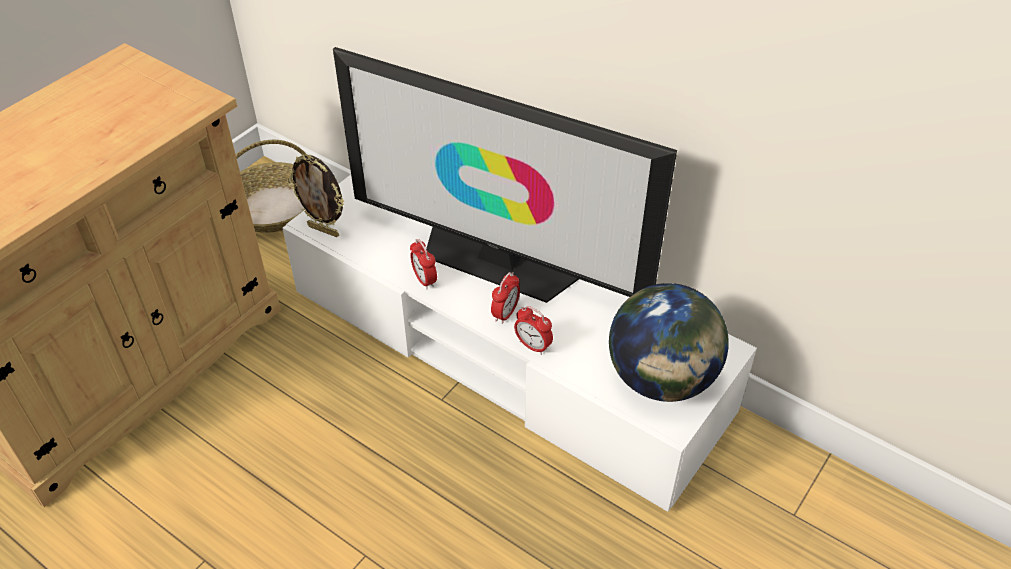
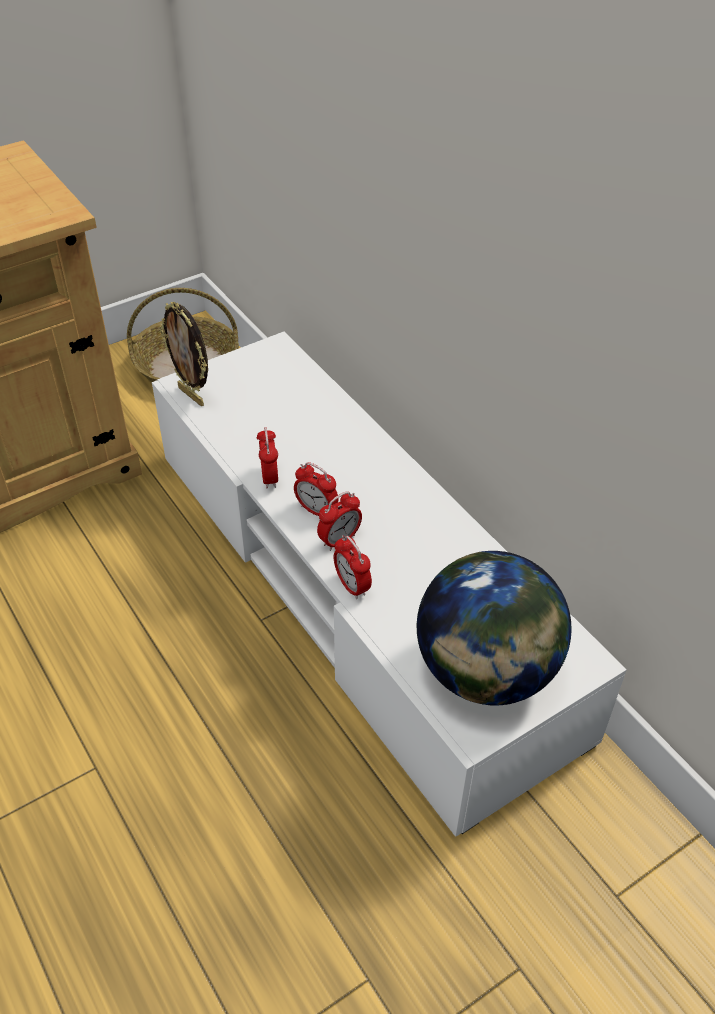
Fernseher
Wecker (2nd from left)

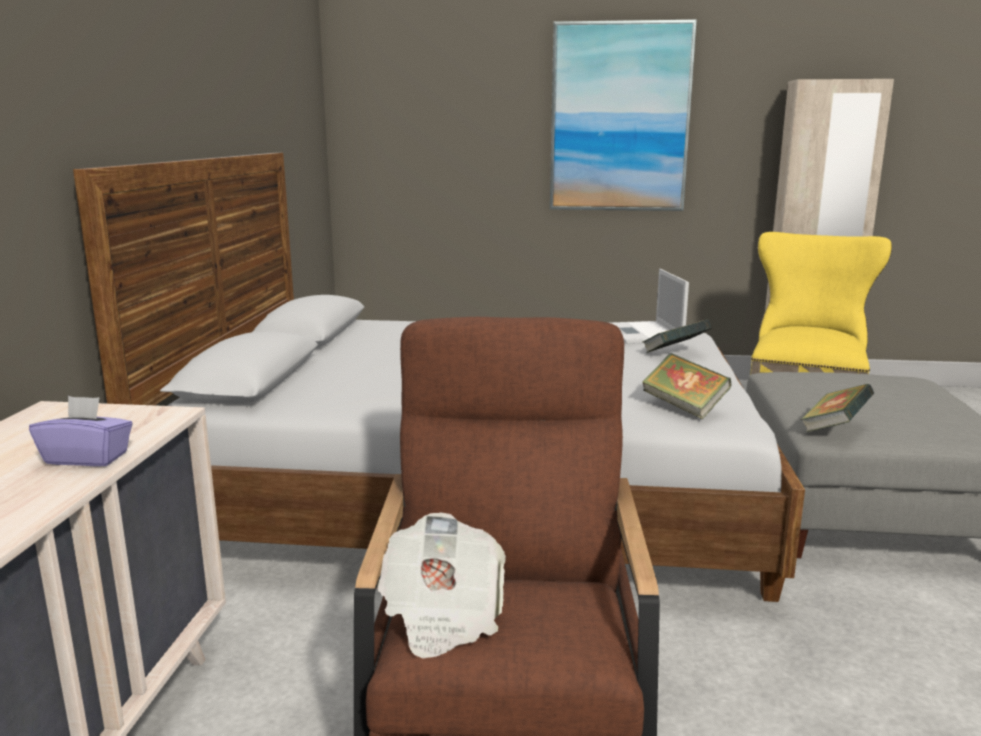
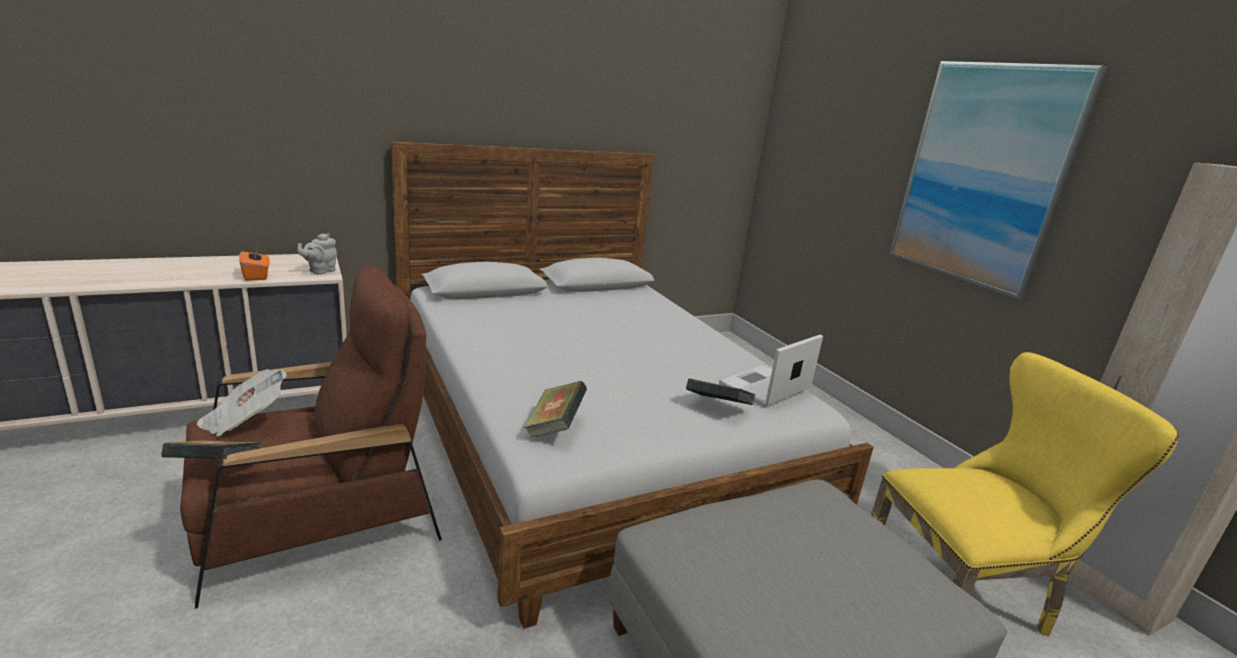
Teekanne/grau
Buch (1st from left)
Taschentuchbox/orange

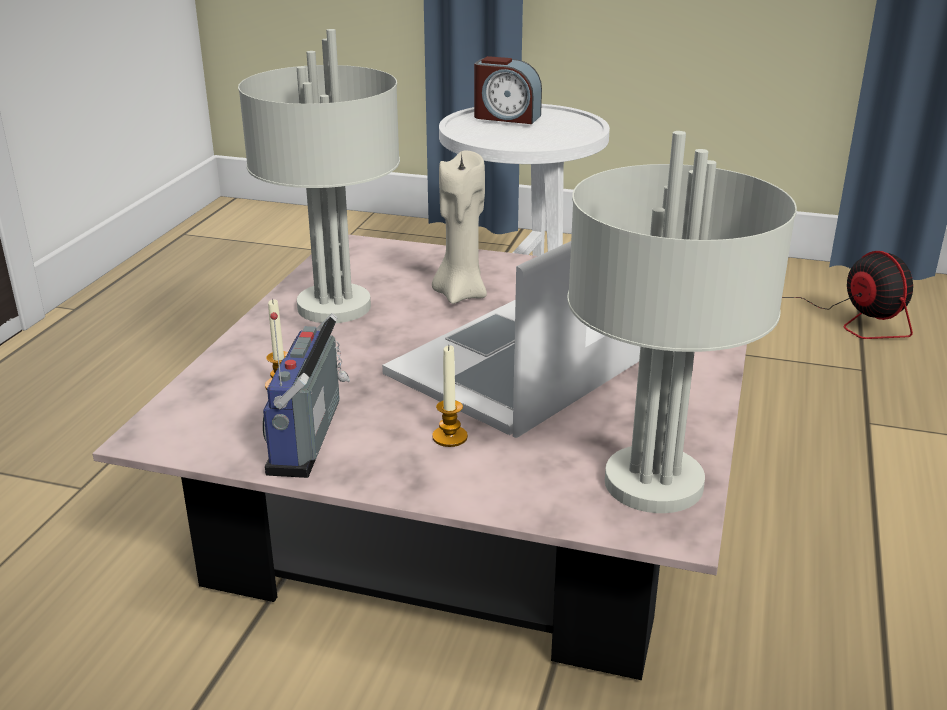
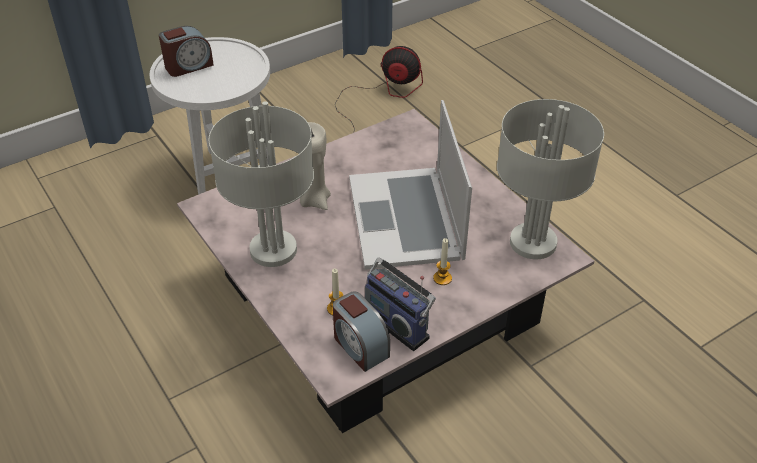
Wecker (2nd from left)

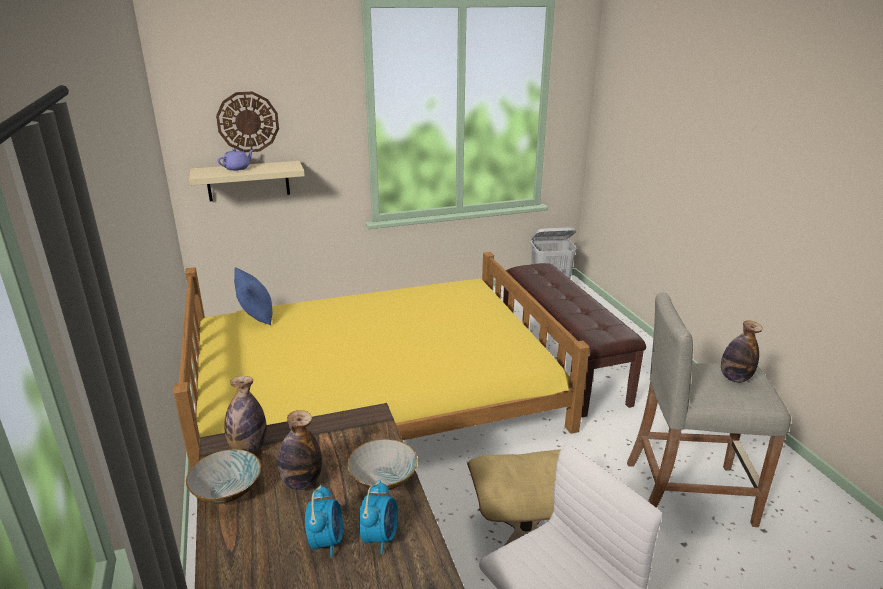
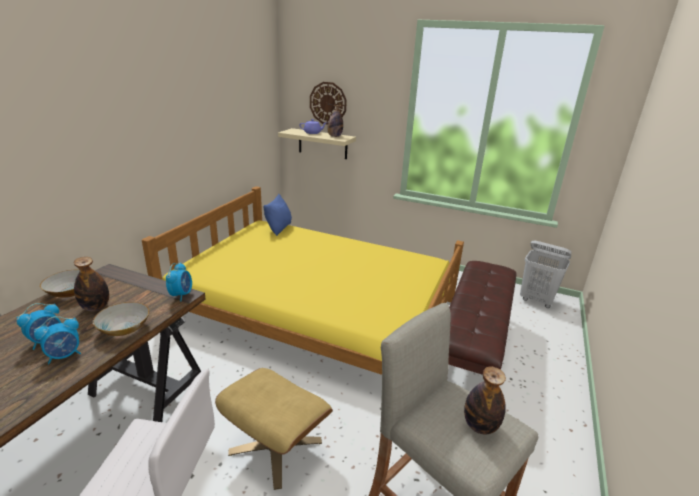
Wecker (3rd from left)
Flasche (2nd from left)

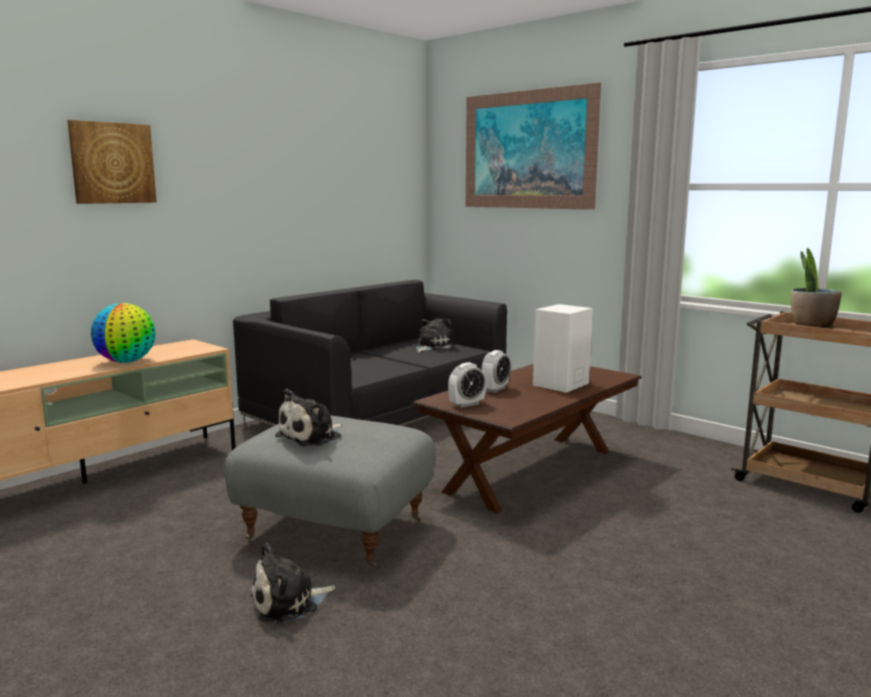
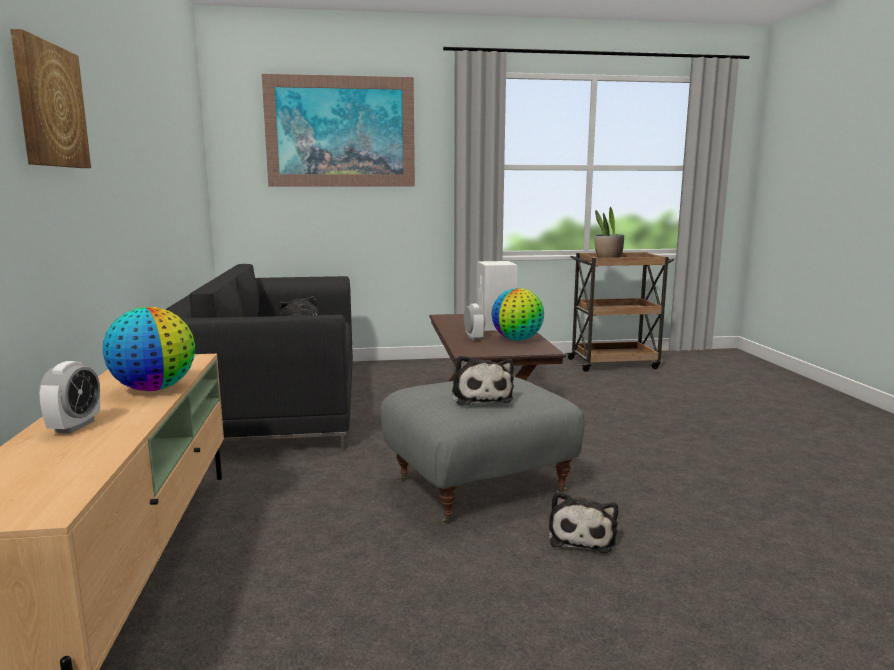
Globus (2nd from left)
Wecker (1st from left)

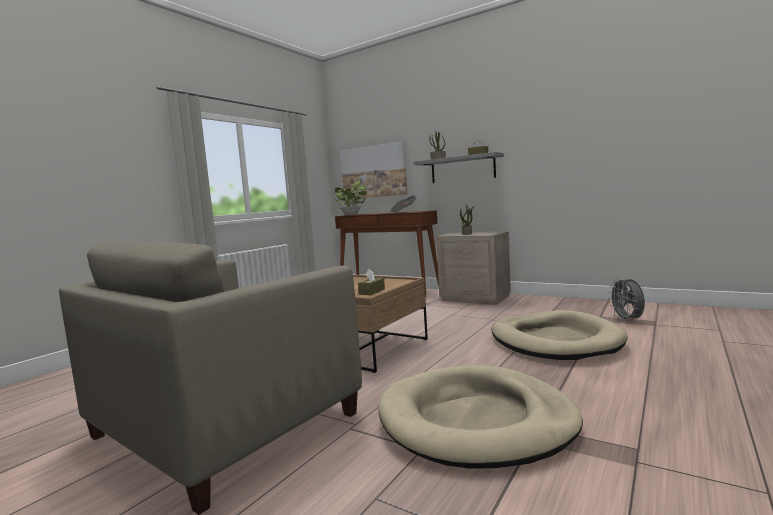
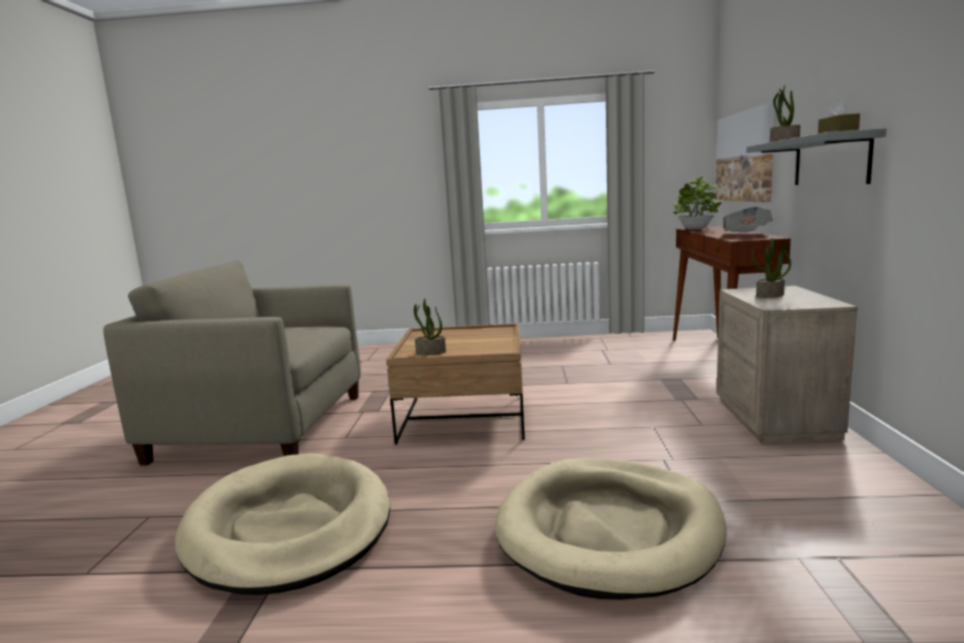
Ventilator/grau
Topfpflanze (1st from left)

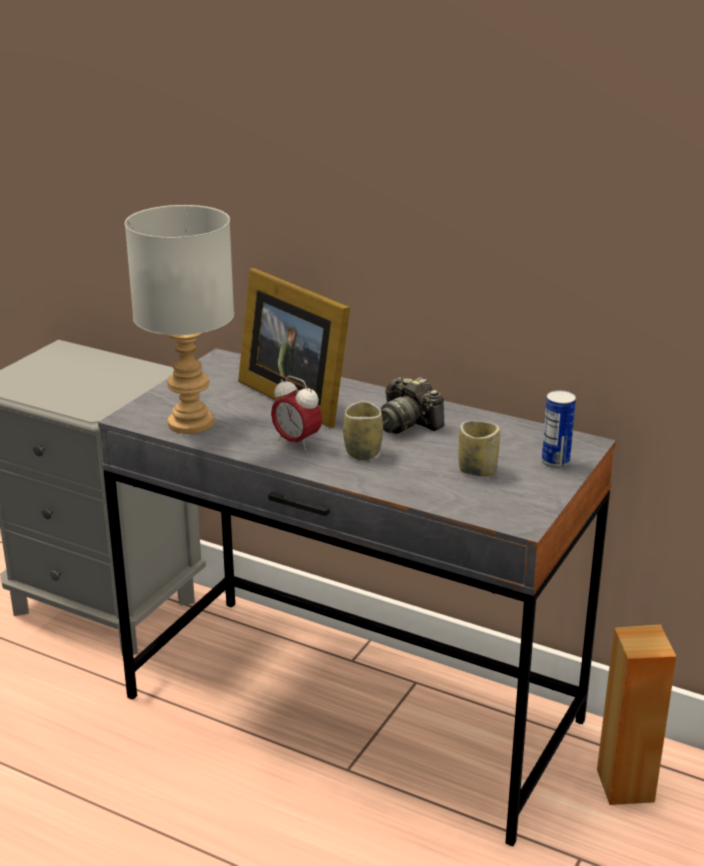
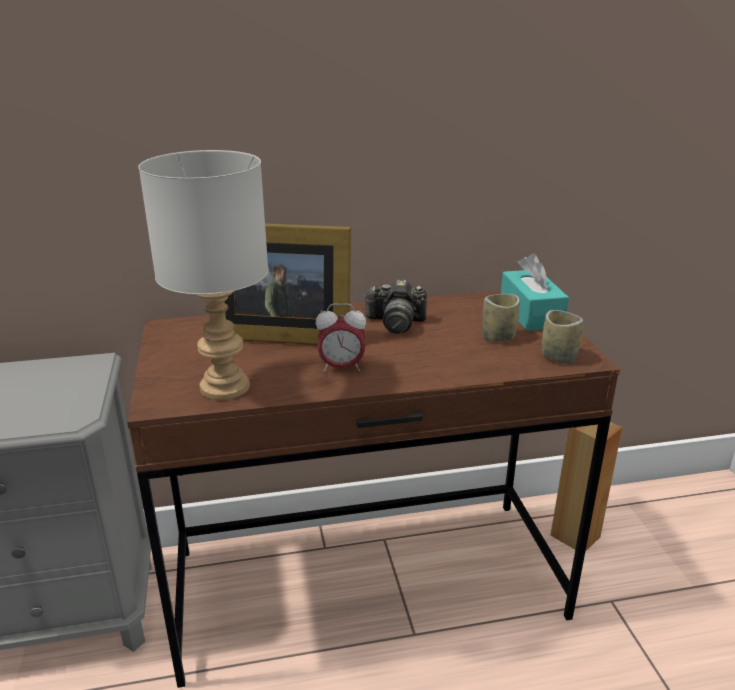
Tasse (2nd from left)
Taschentuchbox/türkis
Schreibtisch/braun

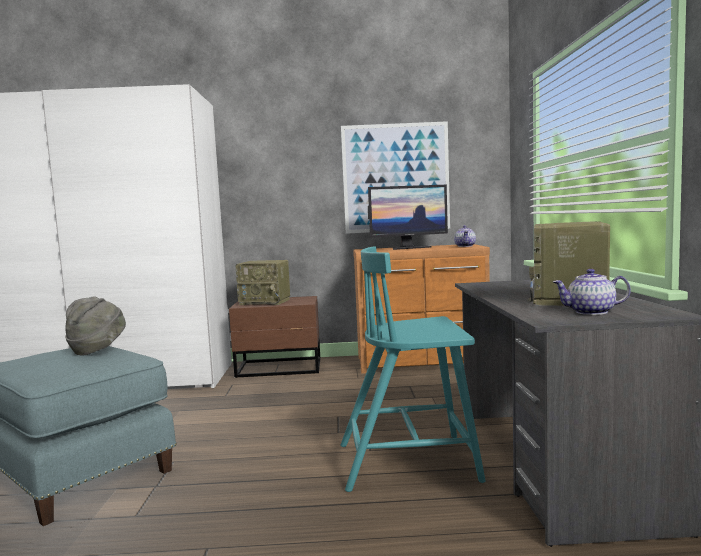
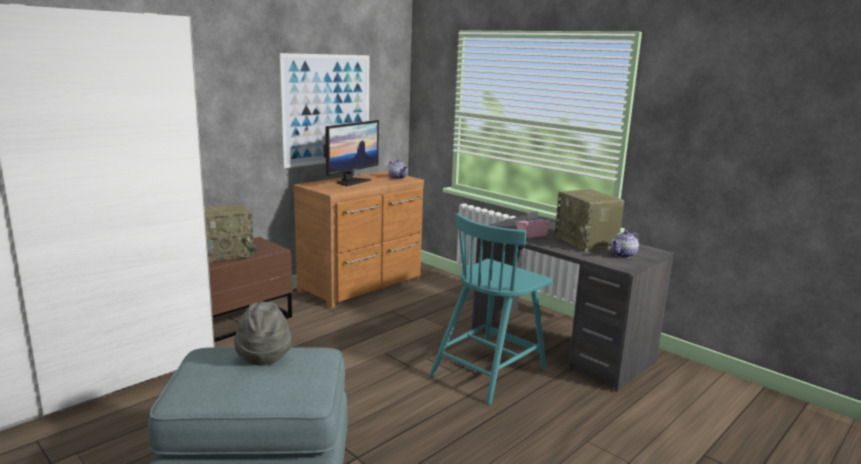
Taschentuchbox/rosa

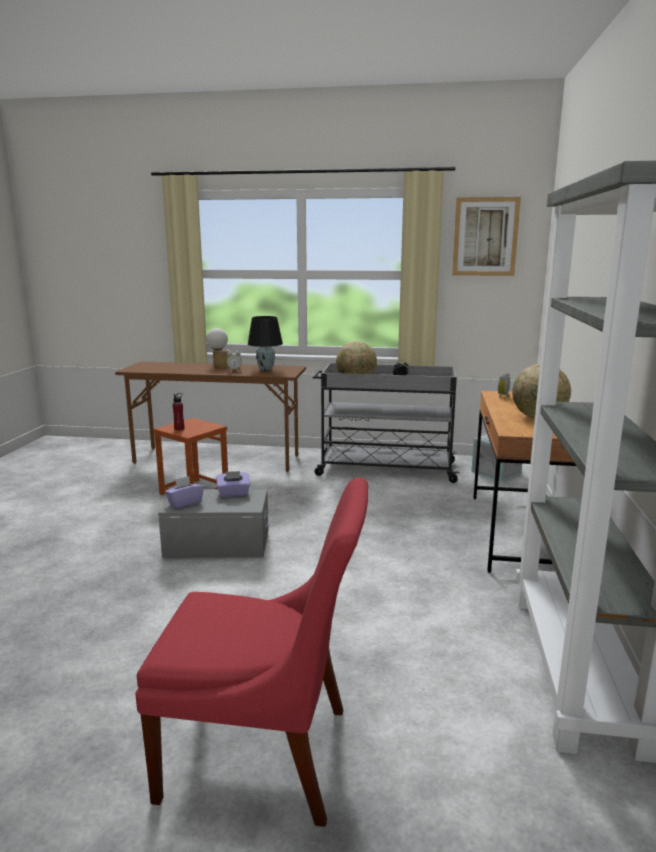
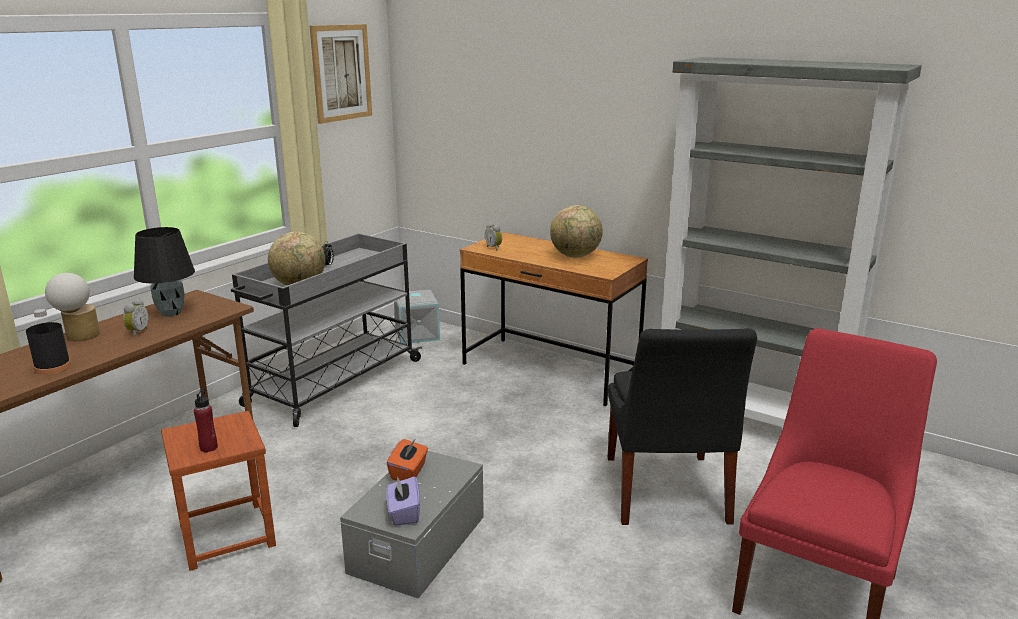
Flasche/schwarz
Stuhl/schwarz
Taschentuchbox/orange

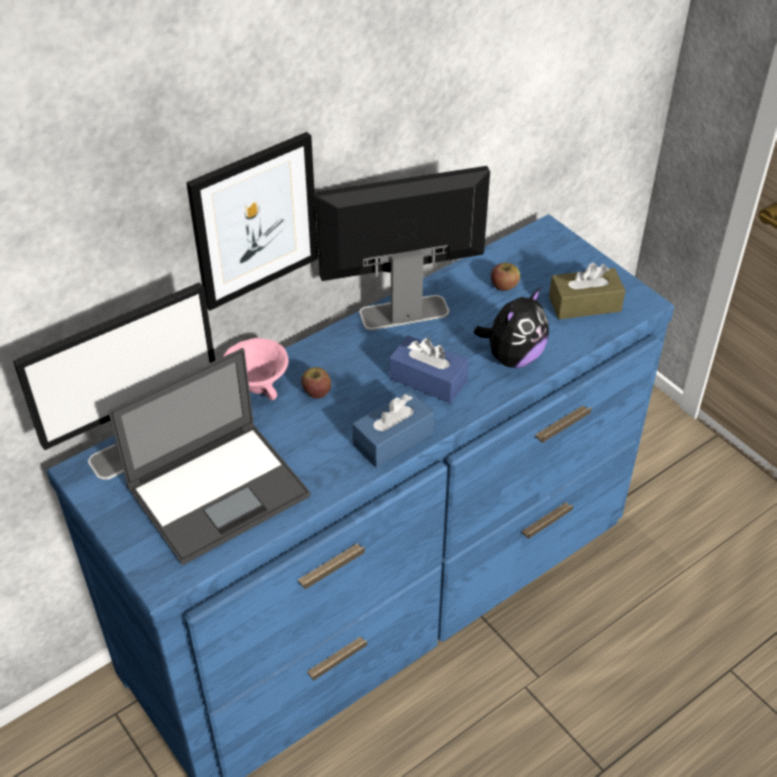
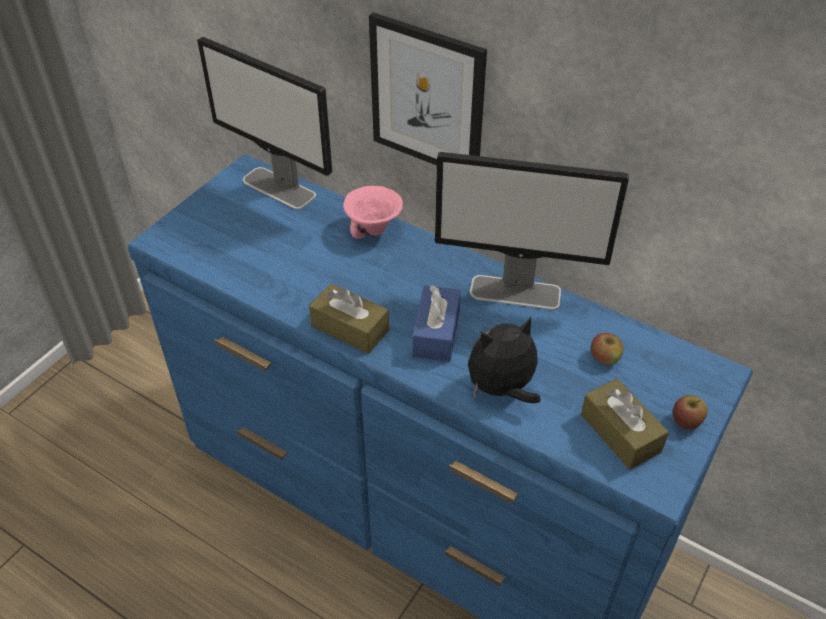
Laptop
Apfel (2nd from left)
Taschentuchbox/braun (1st from left)
Monitor (2nd from left)
Plüschtier

